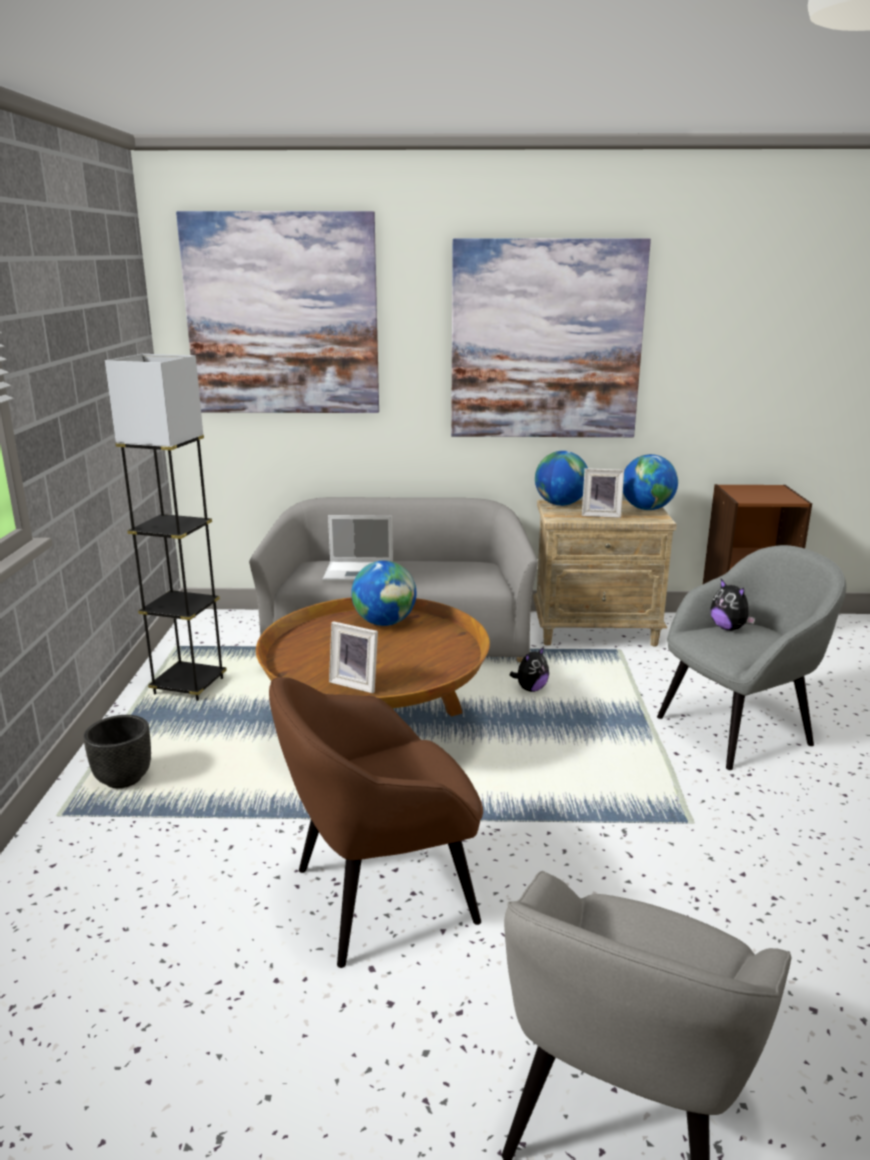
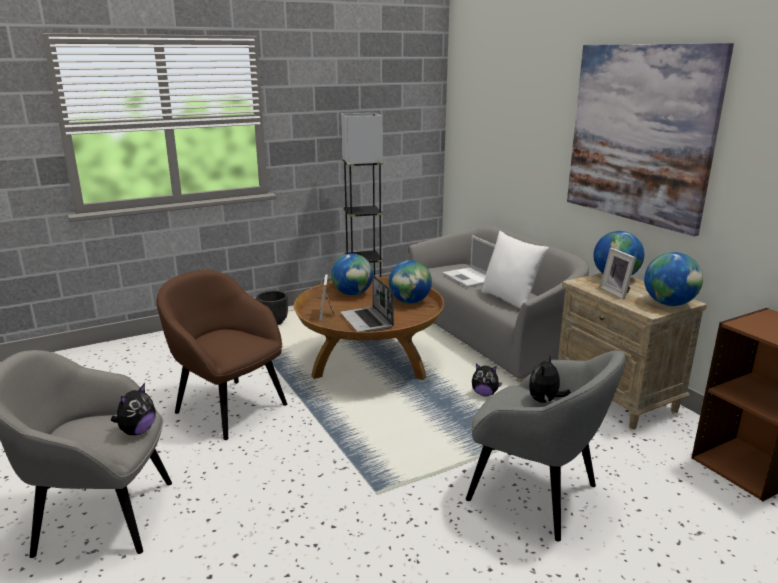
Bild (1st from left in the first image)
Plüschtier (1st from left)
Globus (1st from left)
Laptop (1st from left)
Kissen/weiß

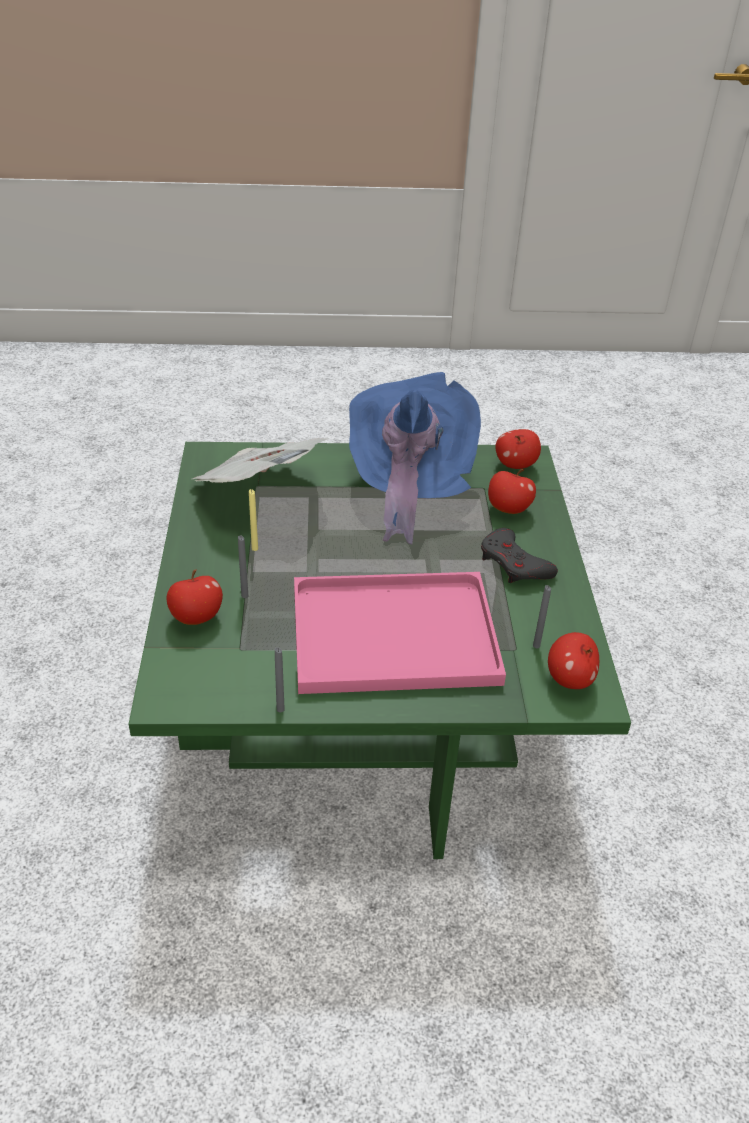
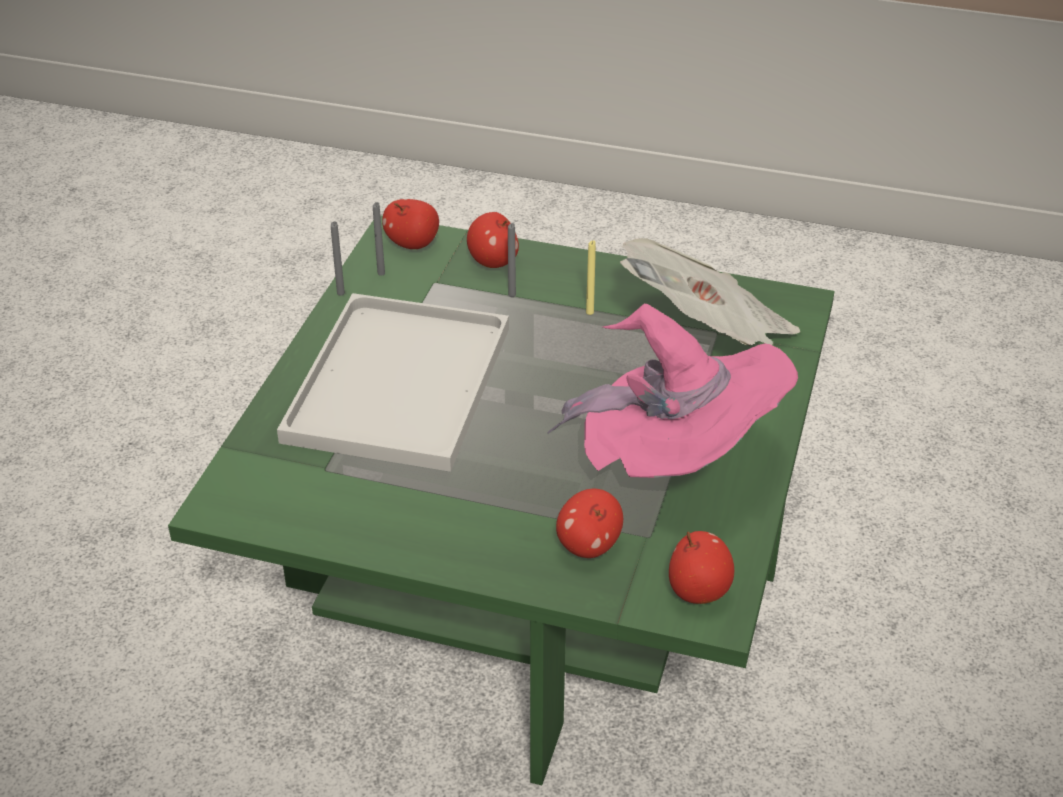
Gamepad/grau
Kerze/grau (2nd from left)
Apfel (1st from left)
Tablett/weiß
Hut/rosa

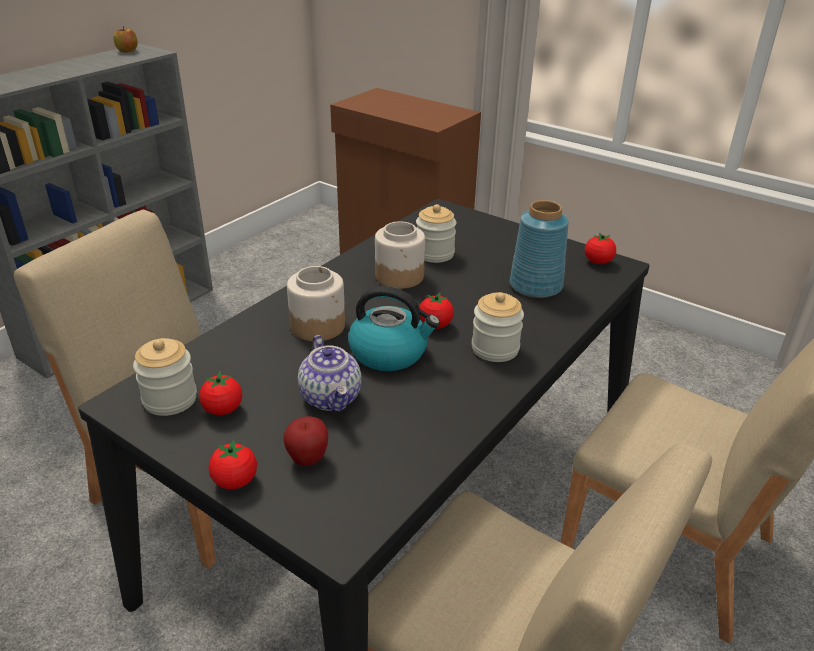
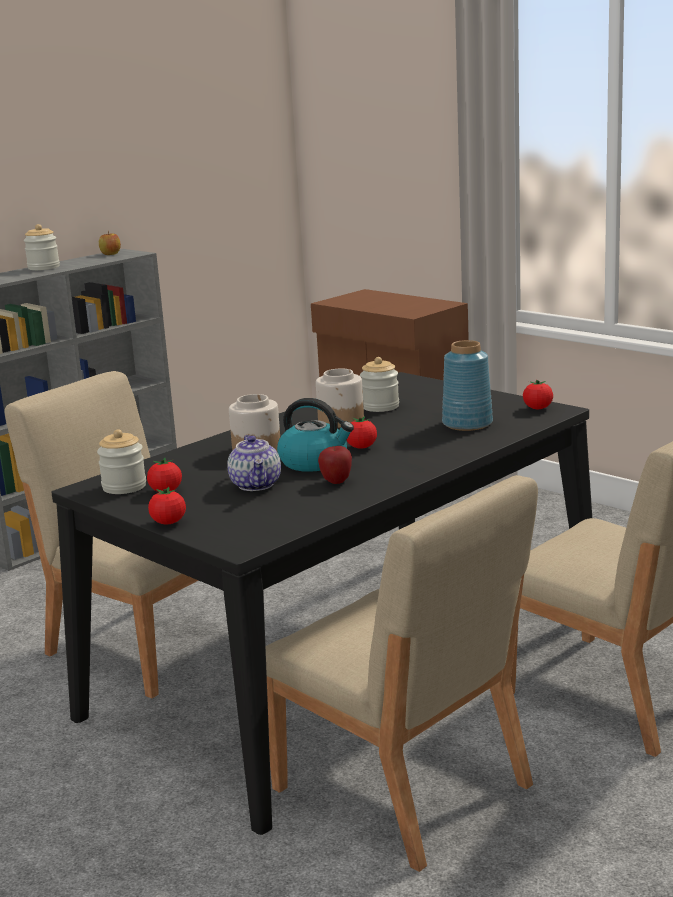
Apfel (2nd from left)
Vorratsglas (1st from left)

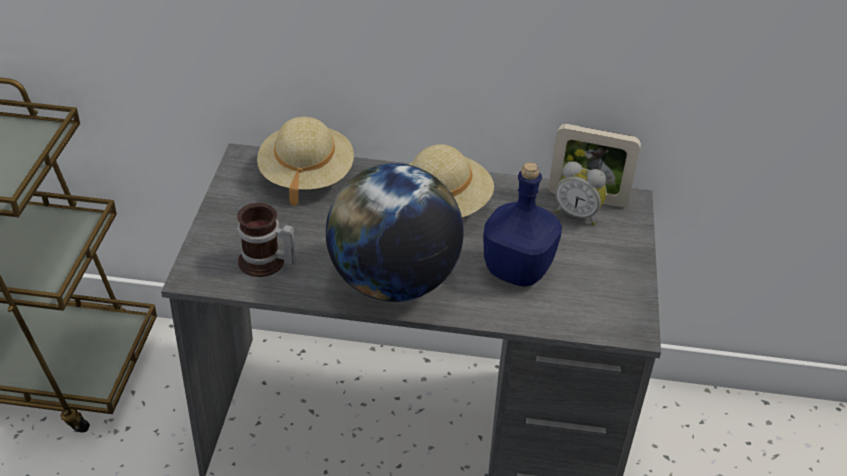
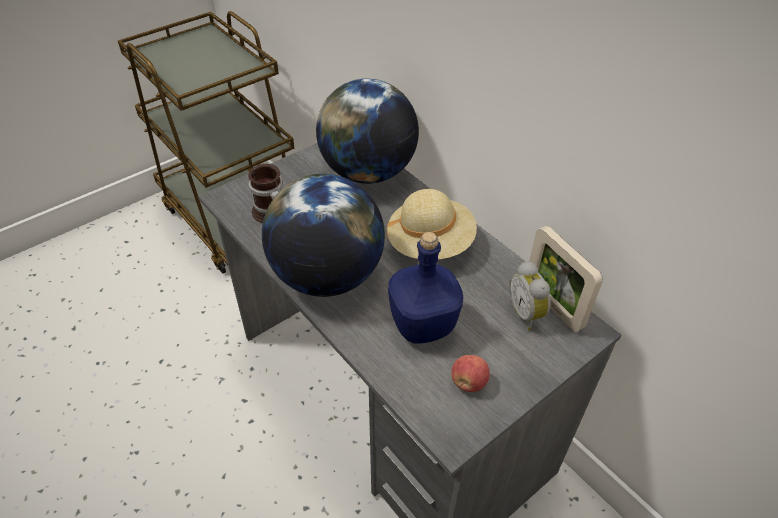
Apfel
Globus (2nd from left)

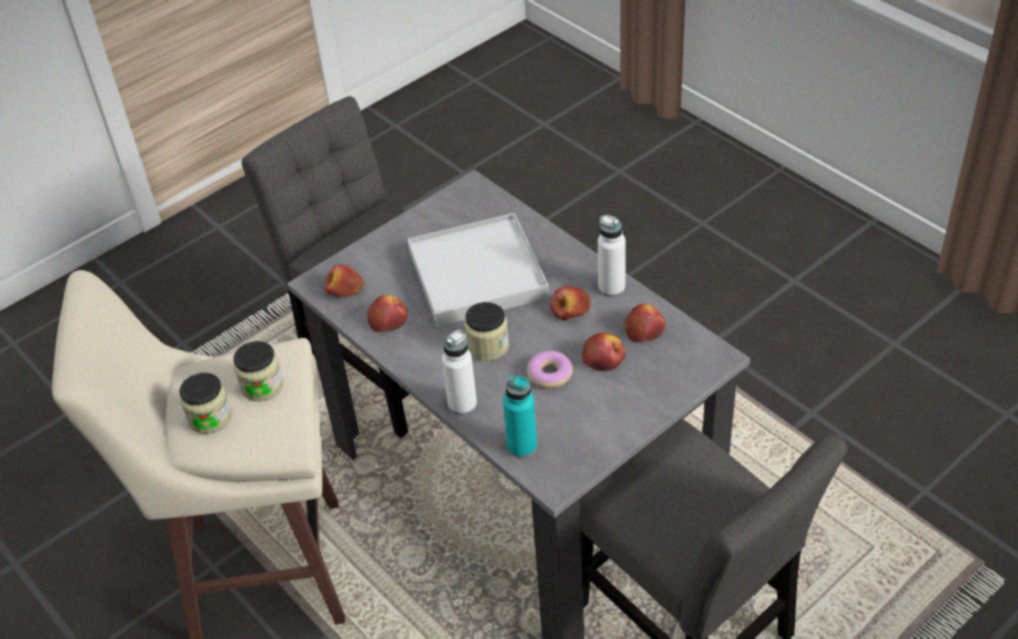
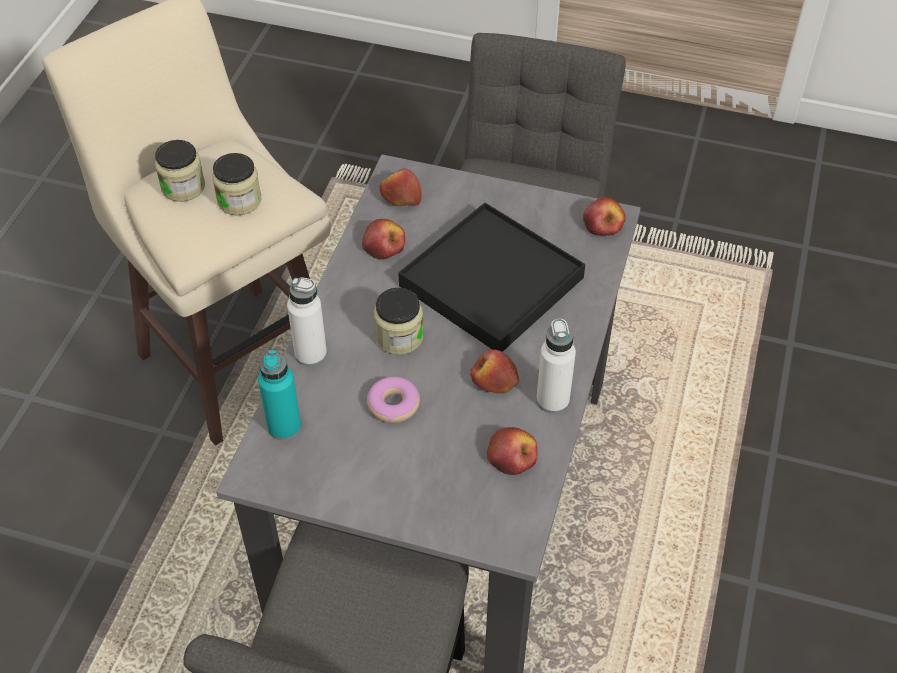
Apfel (5th from left)
Tablett/schwarz

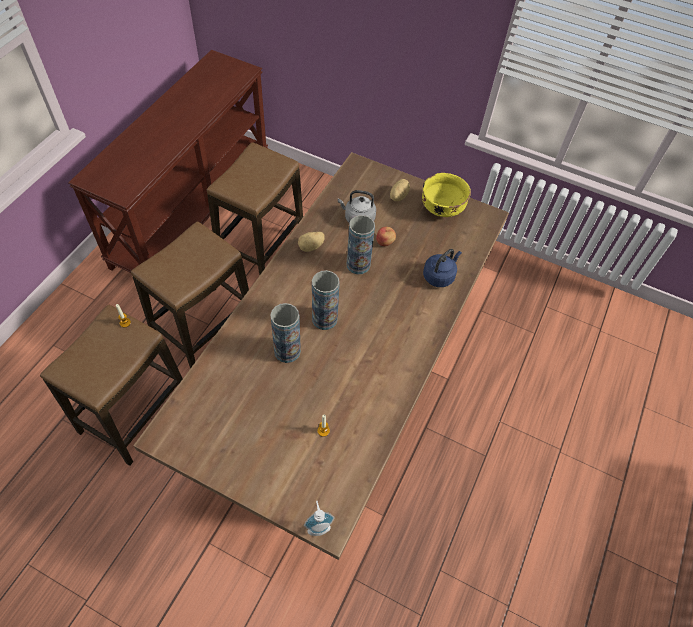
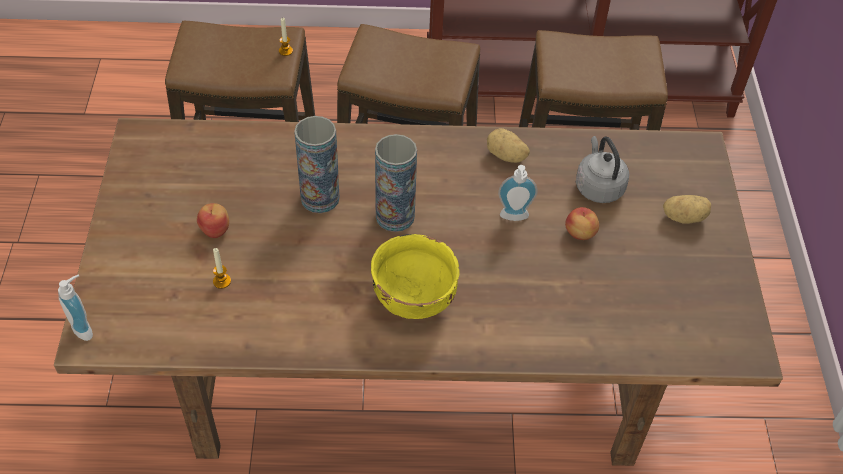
Wasserkessel/blau
Apfel (1st from left)
Schüssel/gelb
Seifenspender (2nd from left)

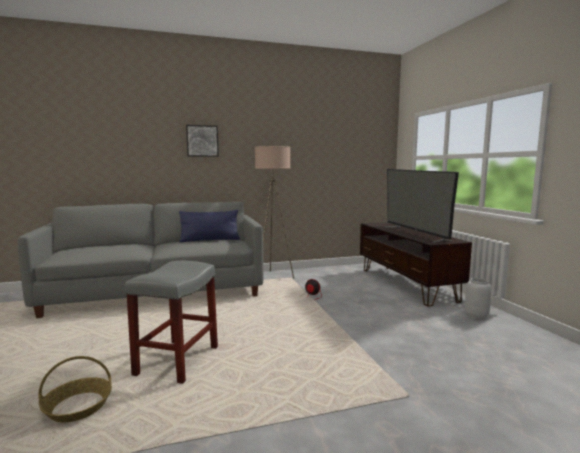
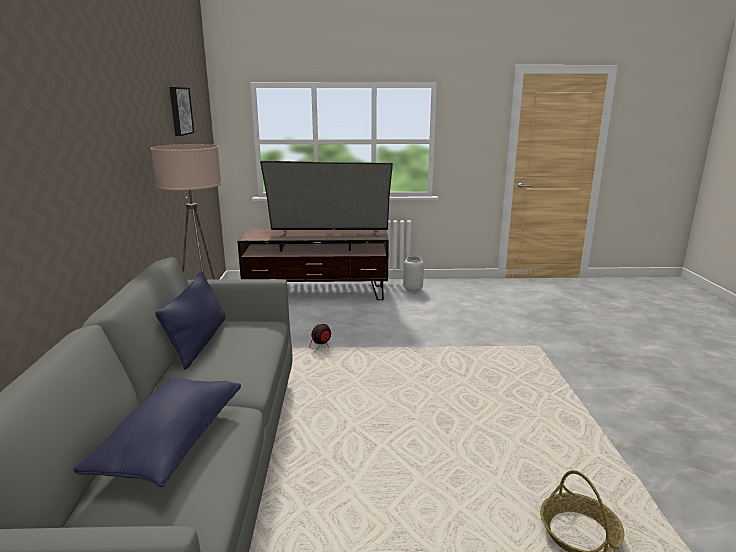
Hocker/grau
Kissen/blau (1st from left)
Bild

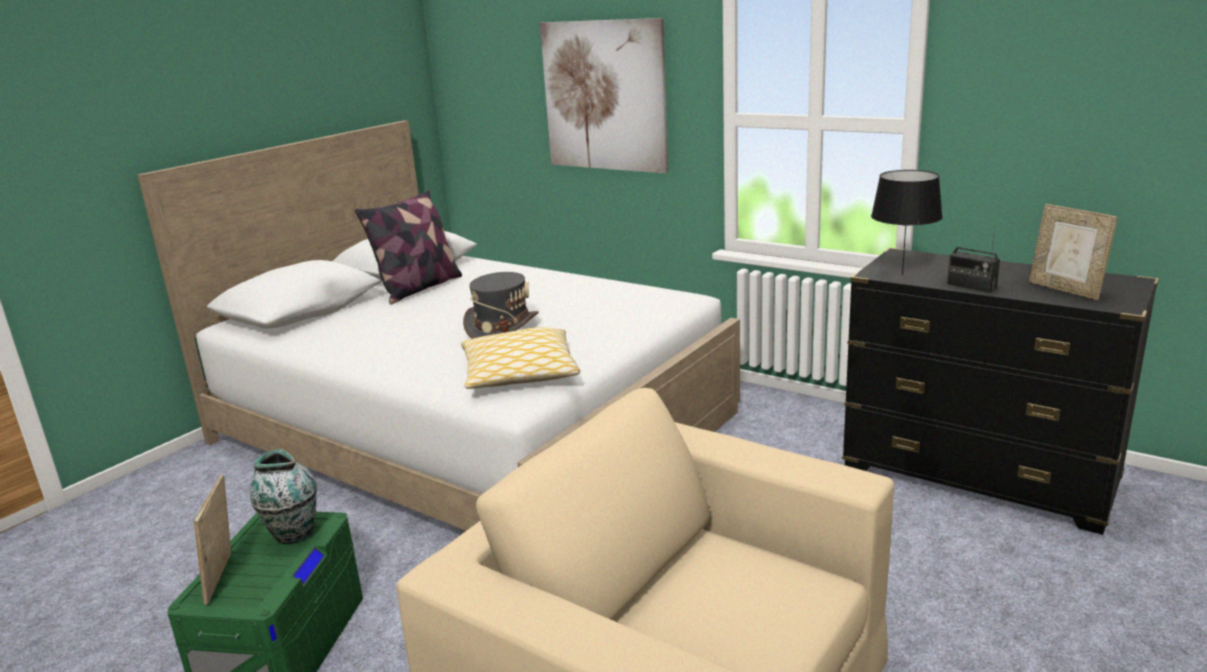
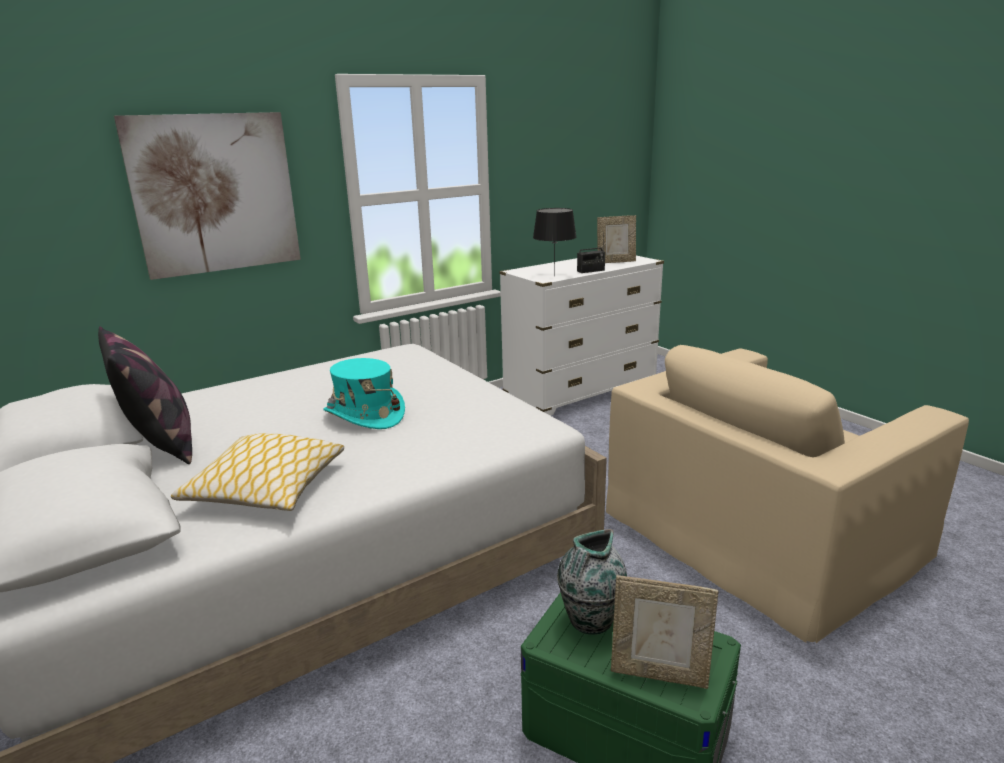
Kissen (2nd from left)
Hut/türkis
Kommode/weiß

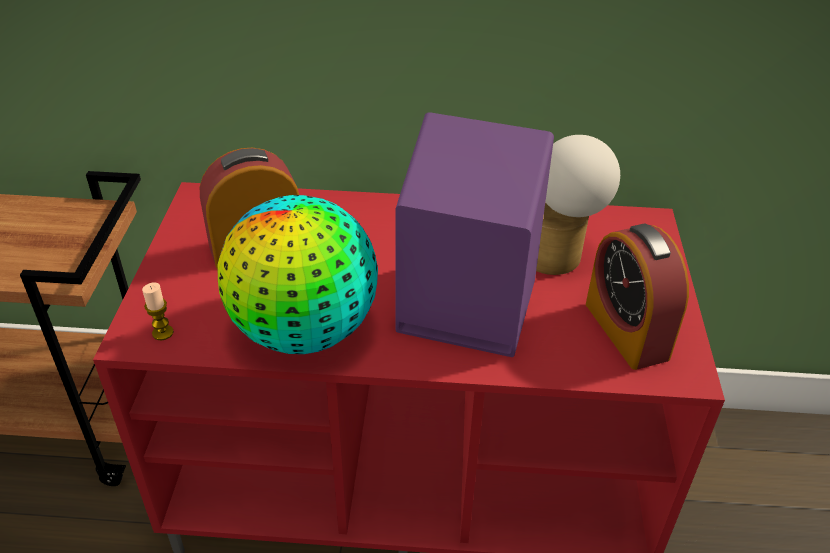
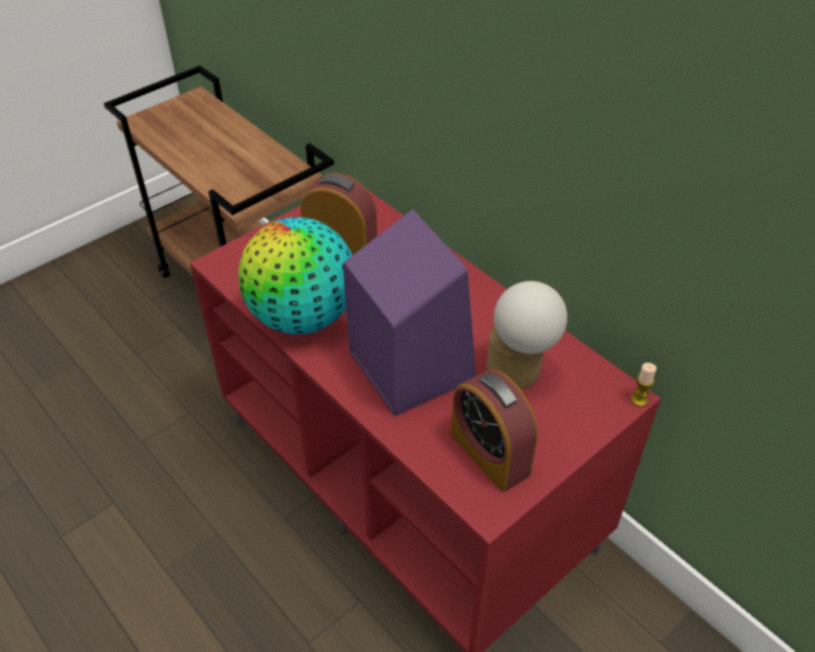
Kerze
Wecker (2nd from left)

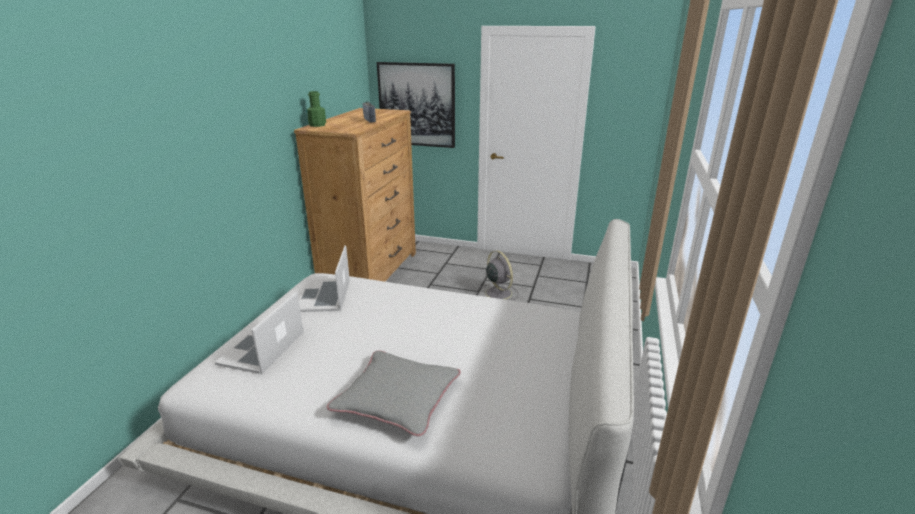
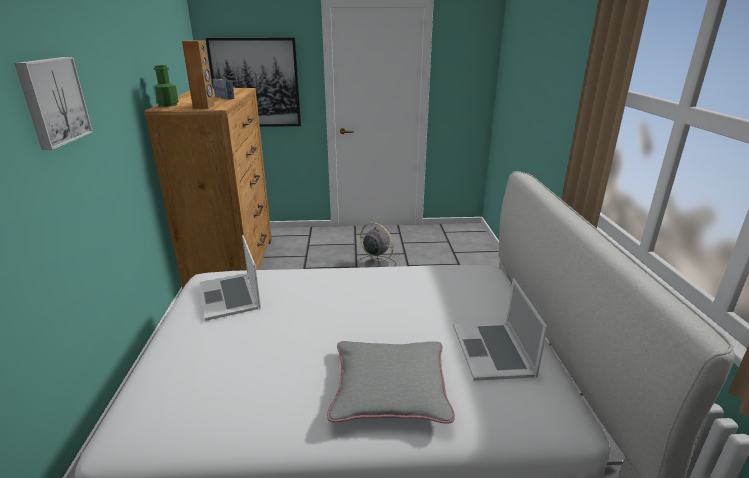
Bild (1st from left)
Lautsprecher/braun
Laptop (2nd from left)

